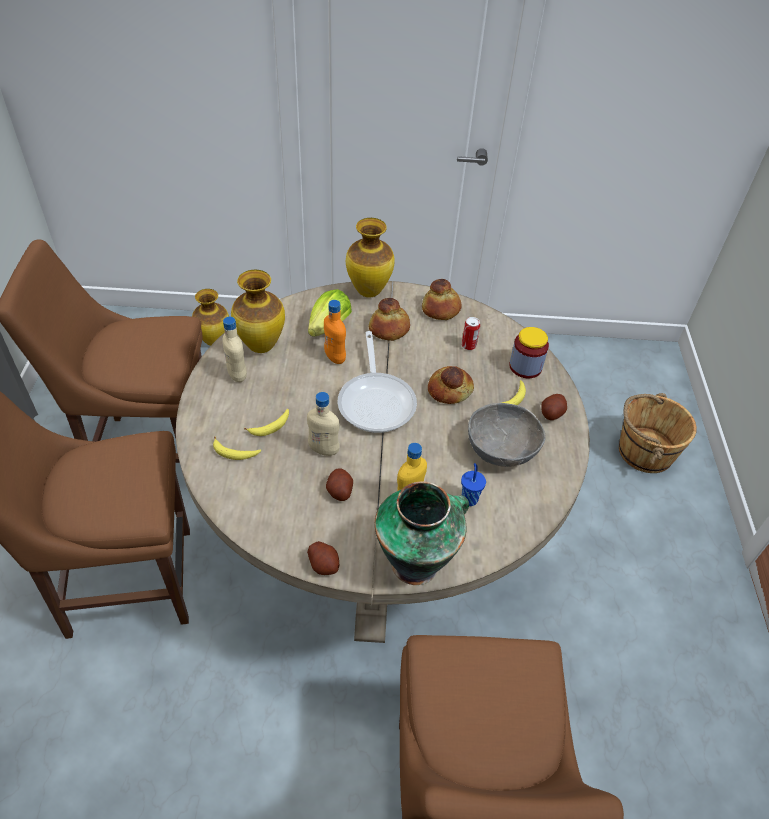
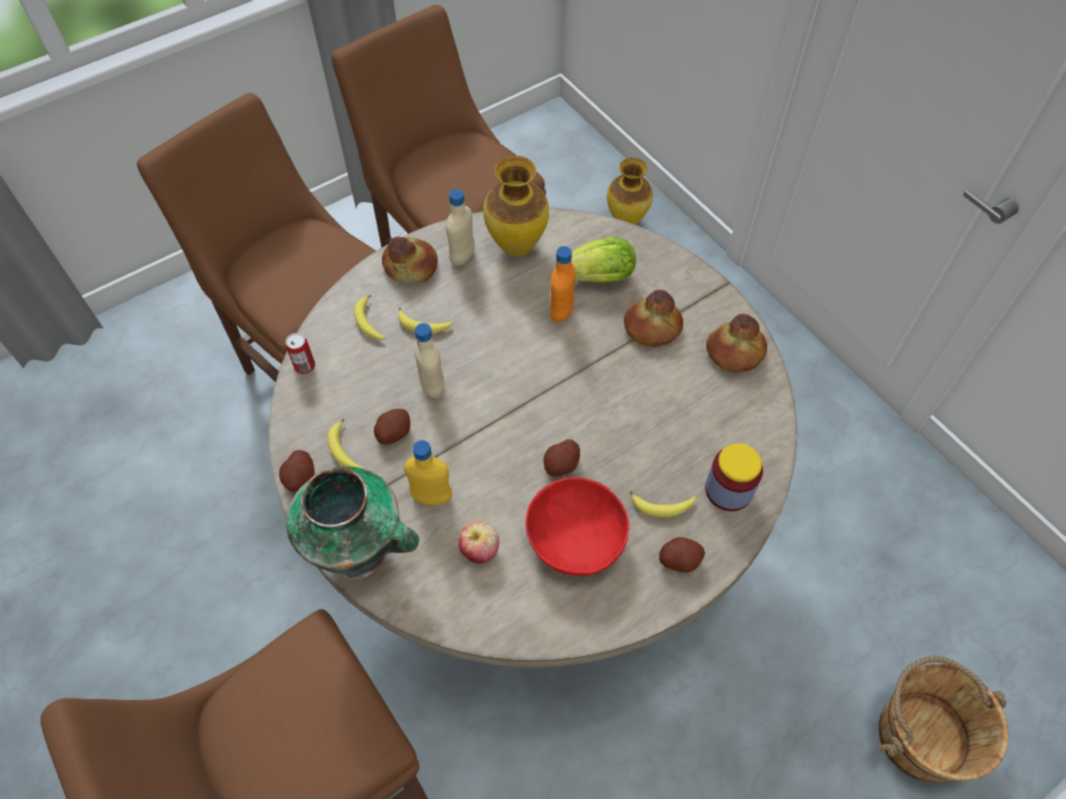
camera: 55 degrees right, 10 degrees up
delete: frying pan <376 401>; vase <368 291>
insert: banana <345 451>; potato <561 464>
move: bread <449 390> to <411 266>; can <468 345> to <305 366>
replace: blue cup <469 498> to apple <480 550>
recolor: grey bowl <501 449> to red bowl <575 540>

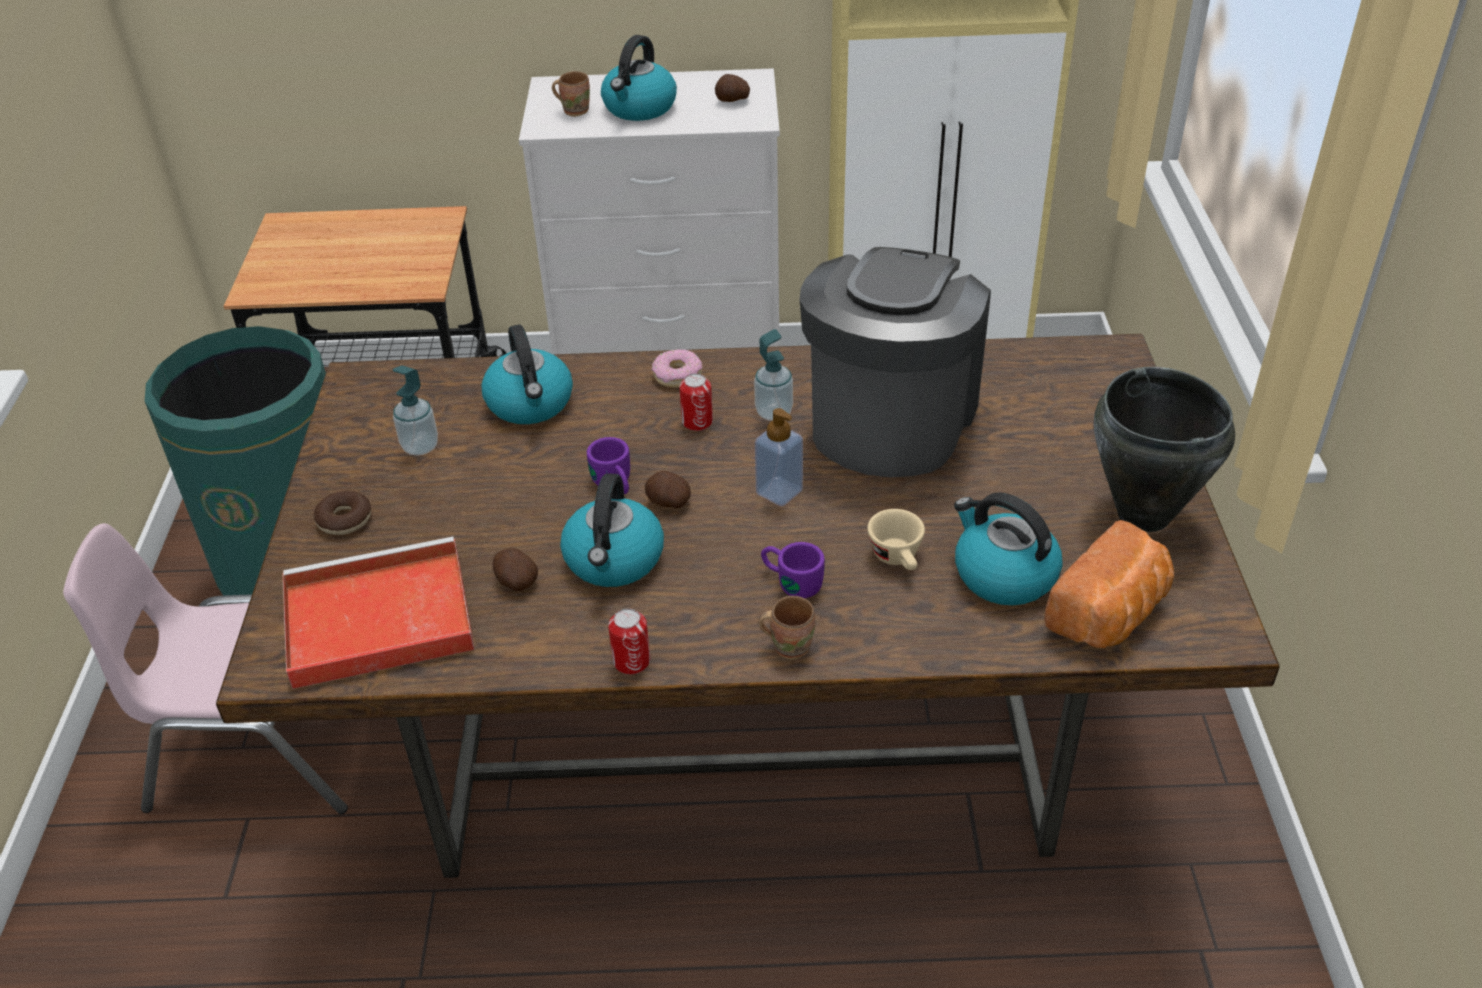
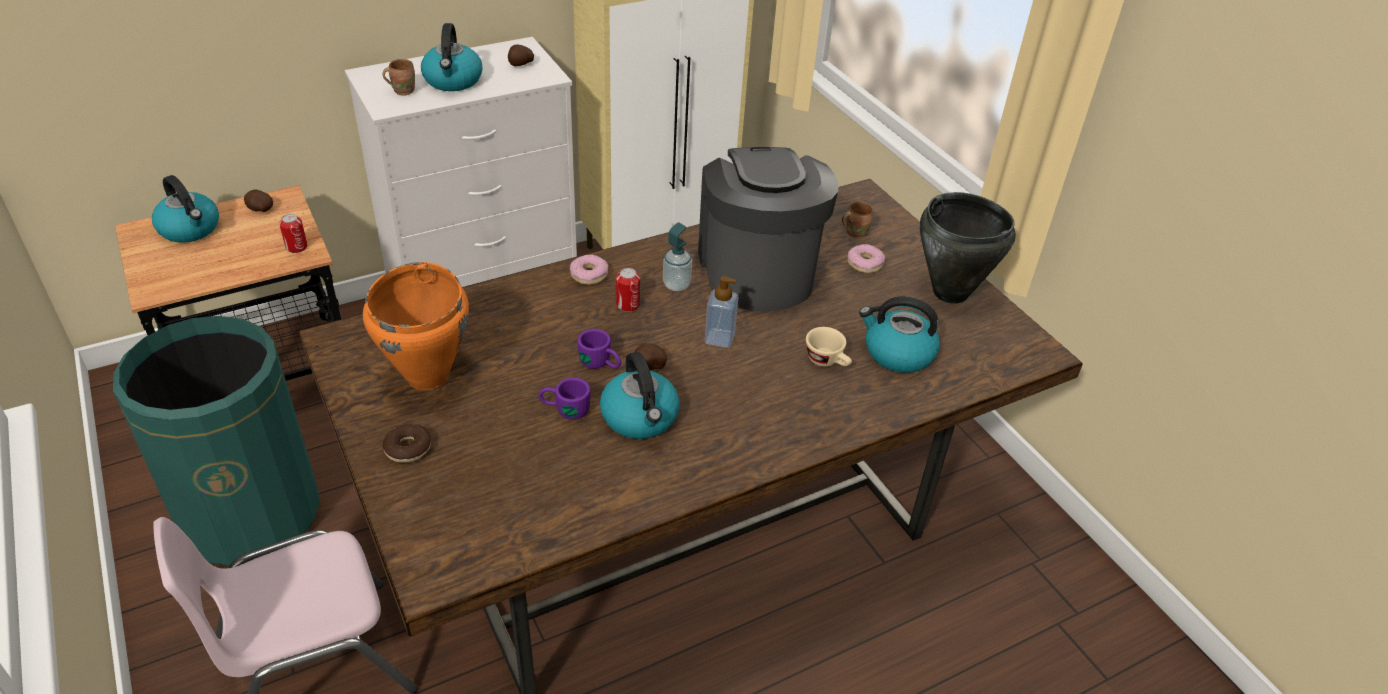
camera: 30 degrees left, 0 degrees up
delete: red tray <374 620>; bread <1110 615>
insert: donut <865 264>
move: kettle <531 404> to <190 229>; potato <515 582> to <260 210>; can <631 661> to <296 247>; brown mug <789 645> to <854 232>; purple mug <791 581> to <564 409>
replace: soap dispenser <420 446> to orange cooking pot <428 376>

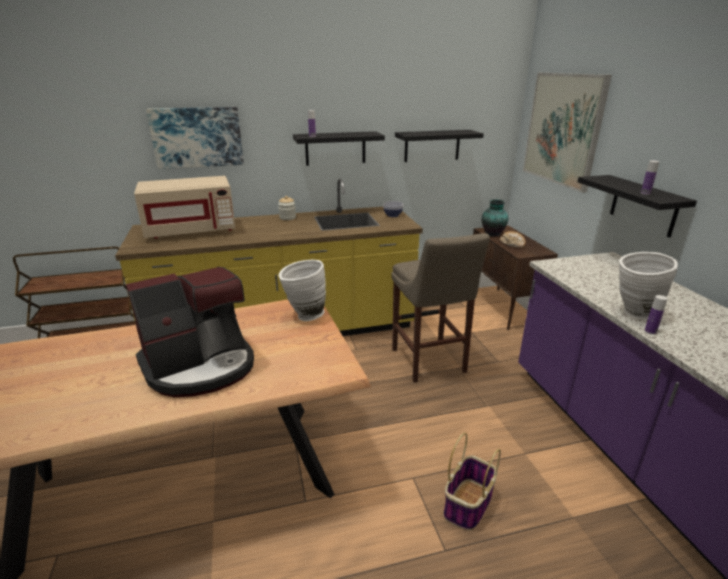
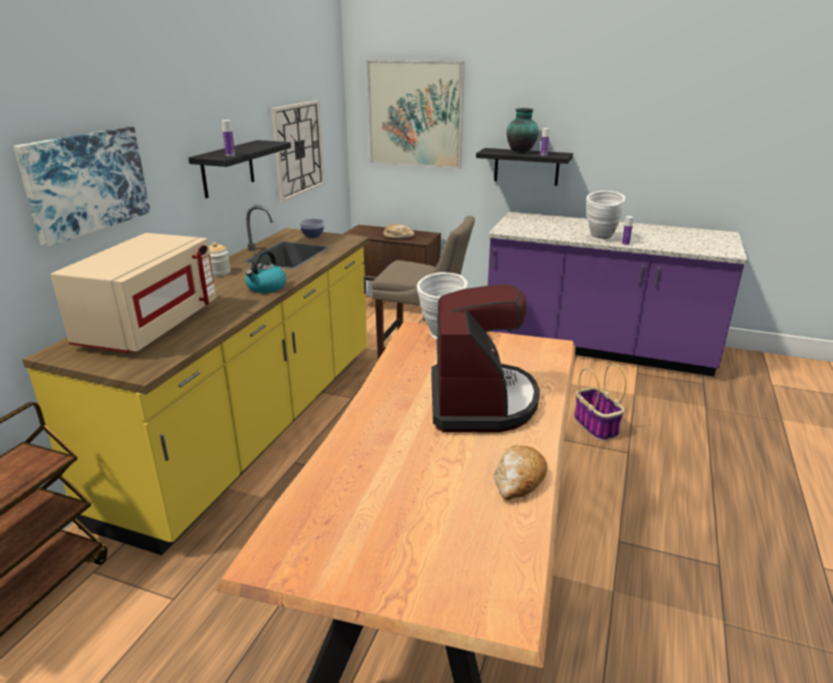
camera: 55 degrees left, 0 degrees up
insert: kettle <266 287>; bread <518 480>
move: vase <493 234> to <521 152>
replace: black shelf <432 146> to wall clock <298 149>

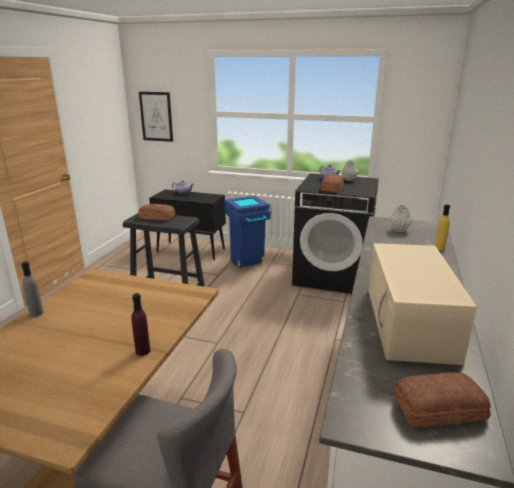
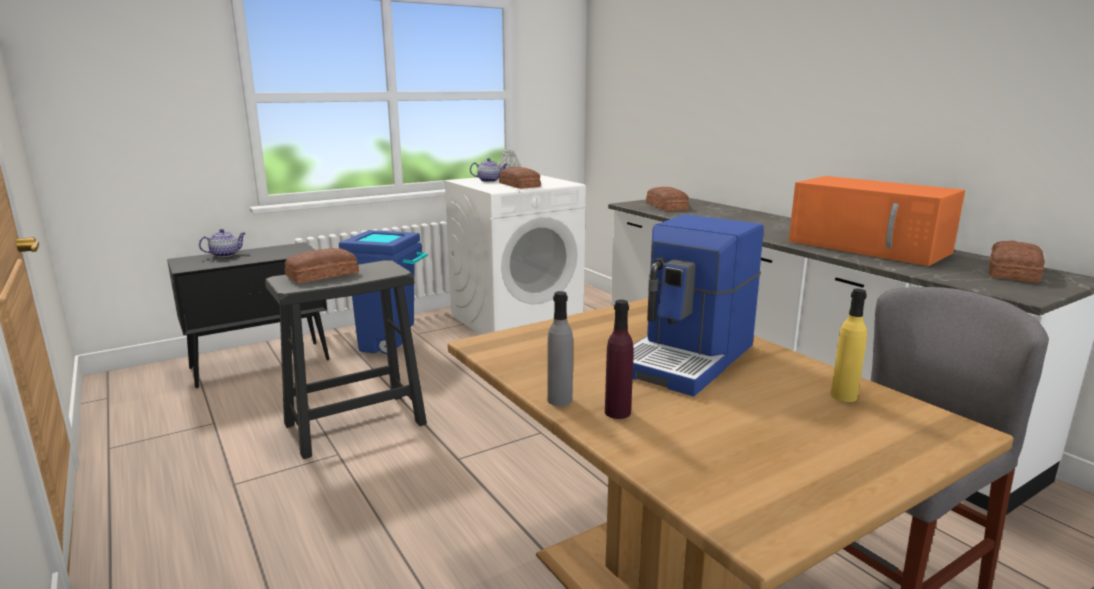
camera: 50 degrees left, 5 degrees down
delete: picture <156 116>
insert: coffee machine <688 358>
move: purple bottle <143 351> to <617 412>; yellow bottle <439 248> to <843 396>
replace: grey vase <399 230> to bread <667 206>
recolor: black washing machine <332 275> to white washing machine <516 319>; beige microwave <410 323> to orange microwave <870 247>

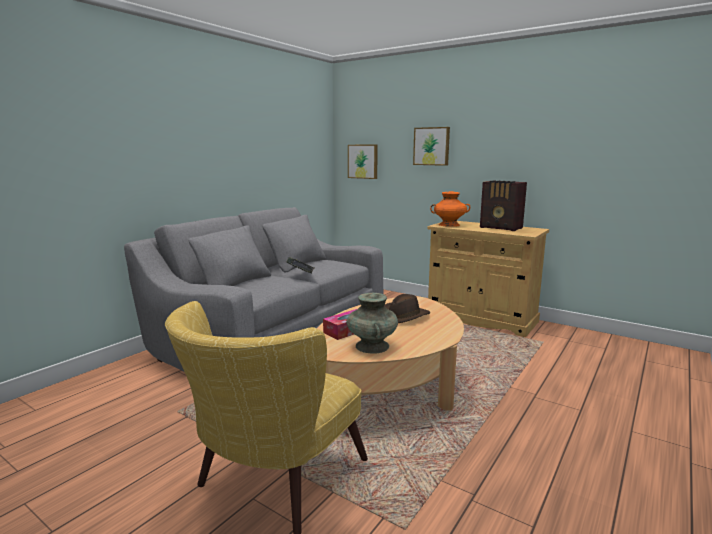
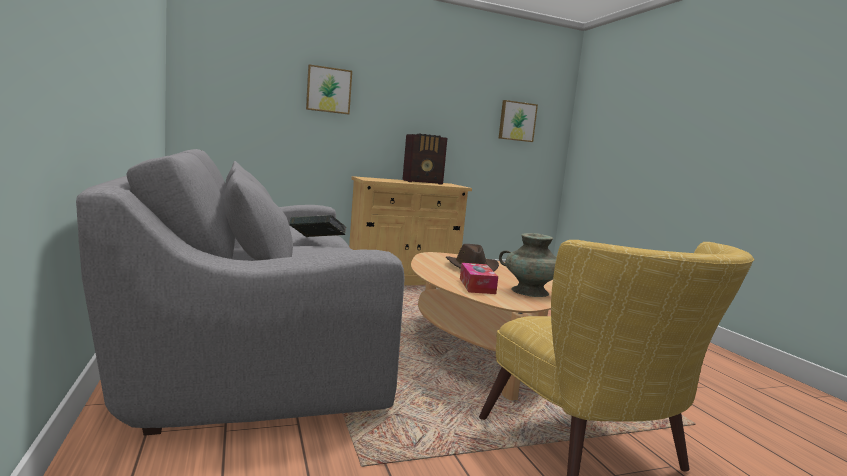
camera: 55 degrees left, 5 degrees down
delete: orange vase <449 225>
move: picture <363 161> to <517 121>

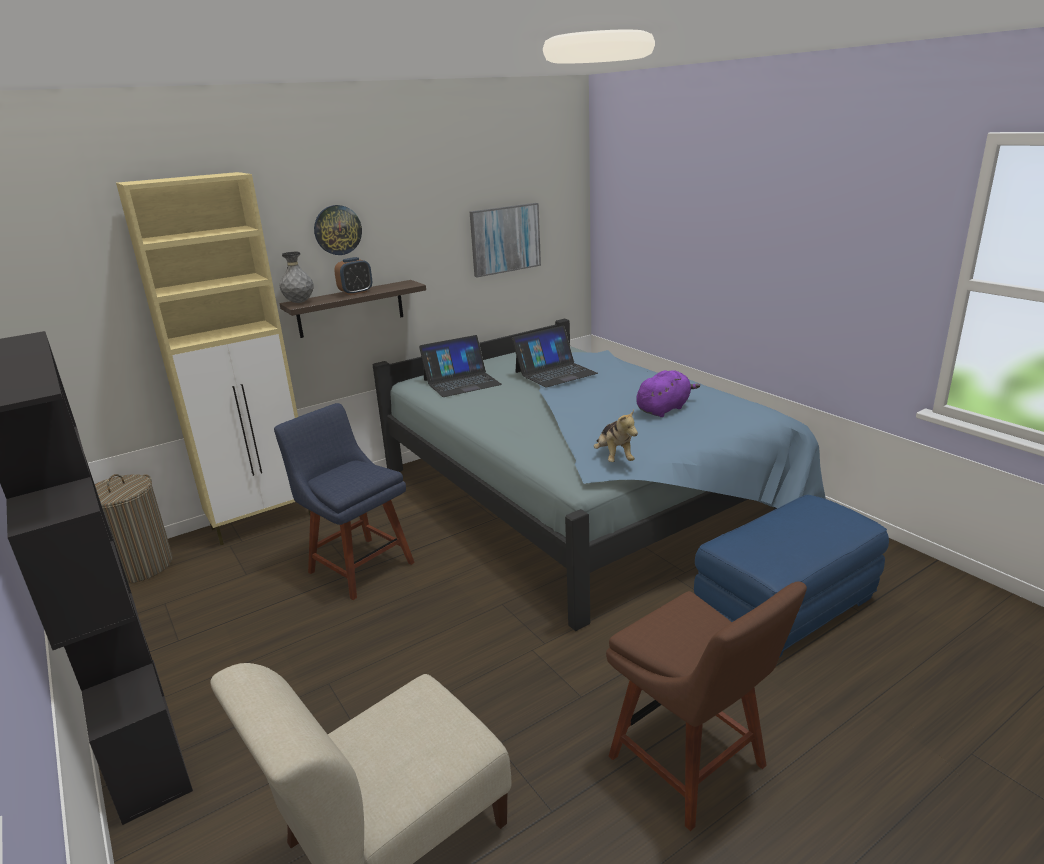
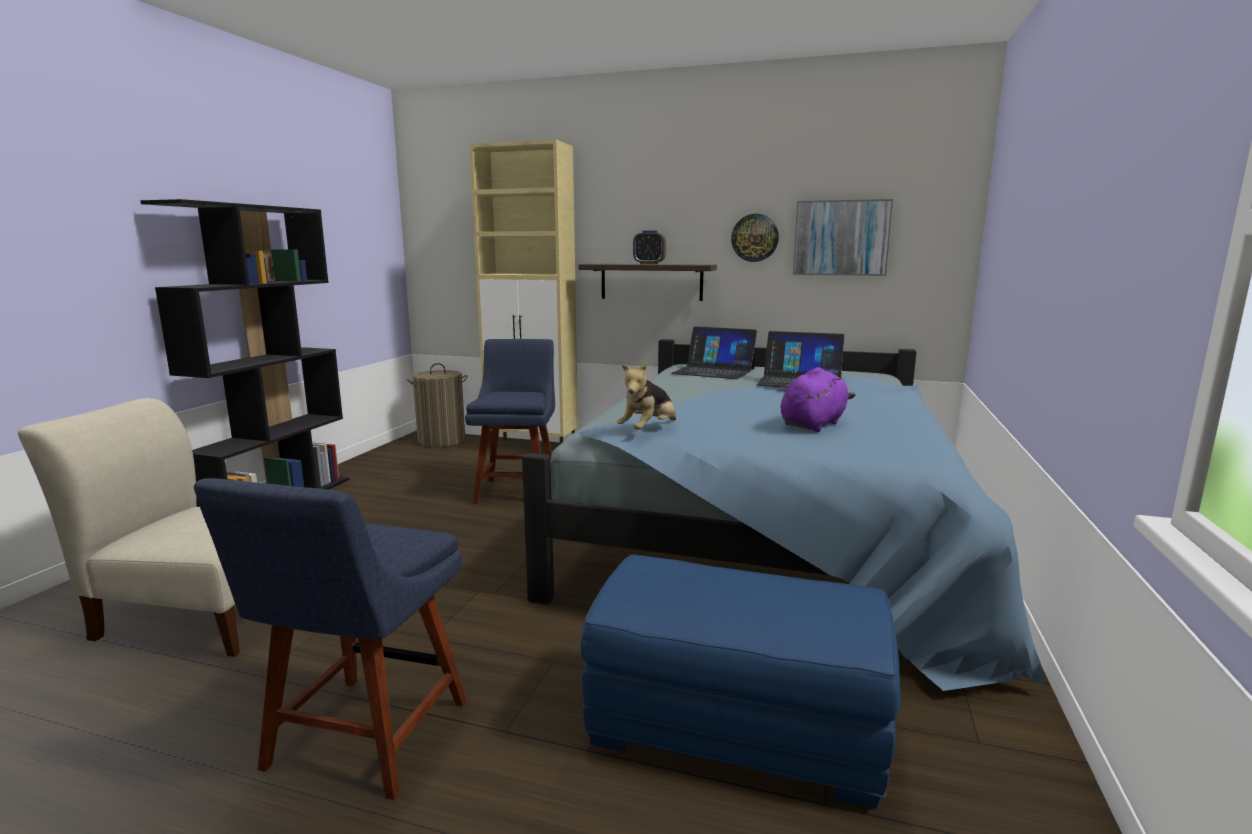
camera: 50 degrees right, 10 degrees down
delete: grey vase <299 302>
move: wall clock <337 230> to <755 238>
recolor: brown chair <692 766> to blue chair <362 740>
rotate: purple plush toy <664 409> = <814 424> 60 degrees counterclockwise

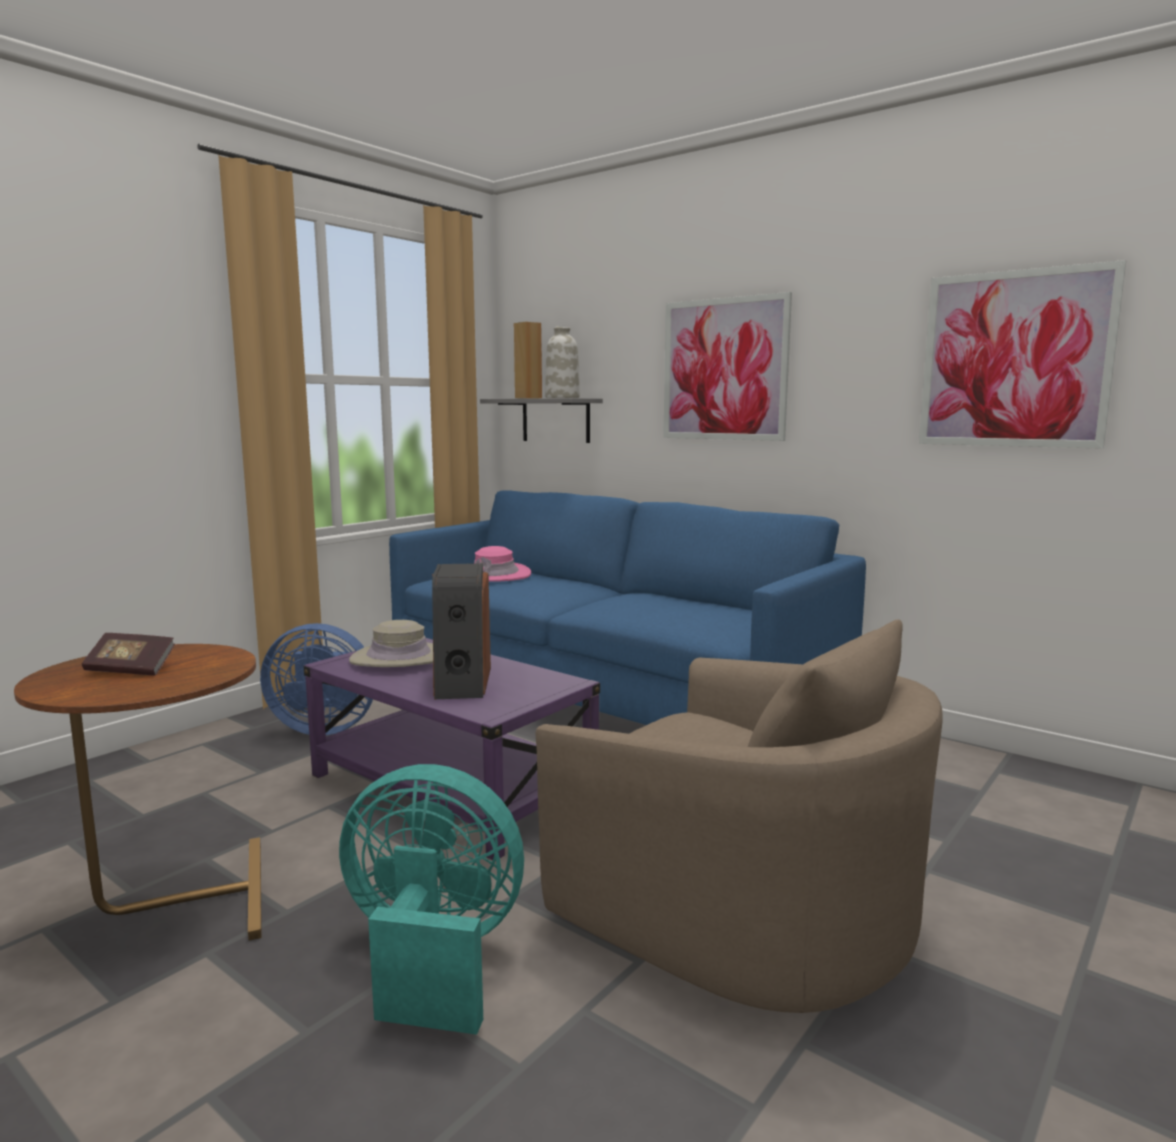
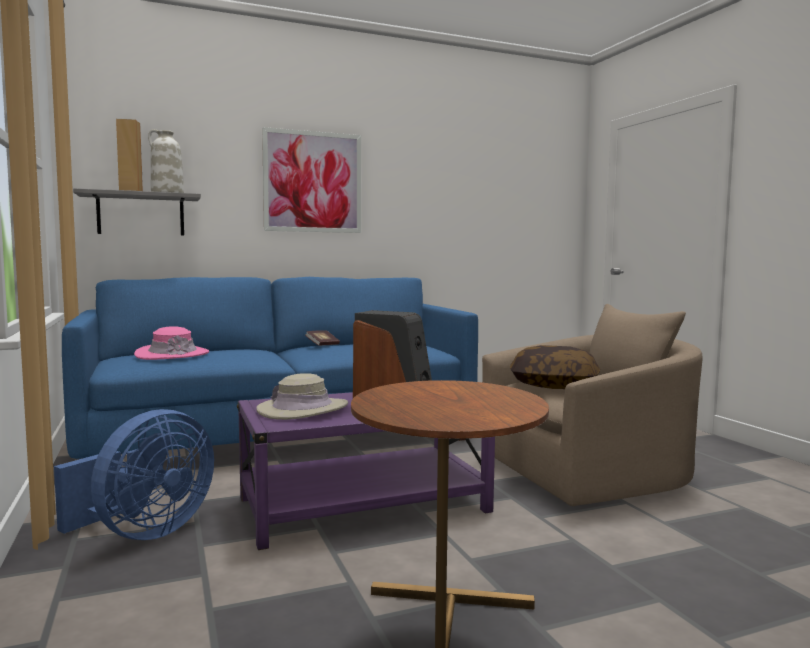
camera: 60 degrees left, 5 degrees down
delete: turquoise fan <432 958>; picture <1014 359>
insert: pillow <553 385>
move: book <131 669> to <322 345>

